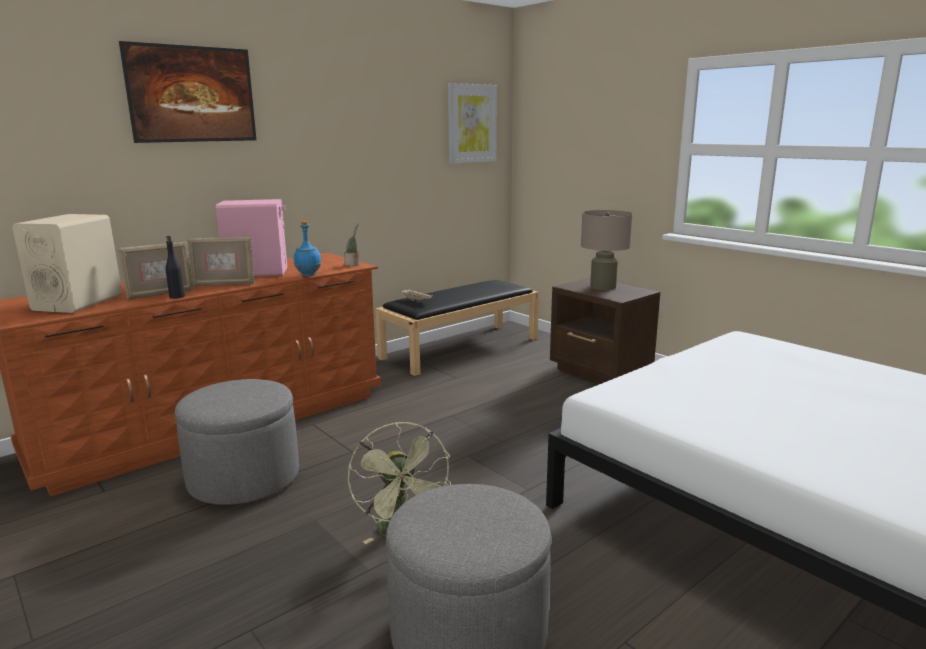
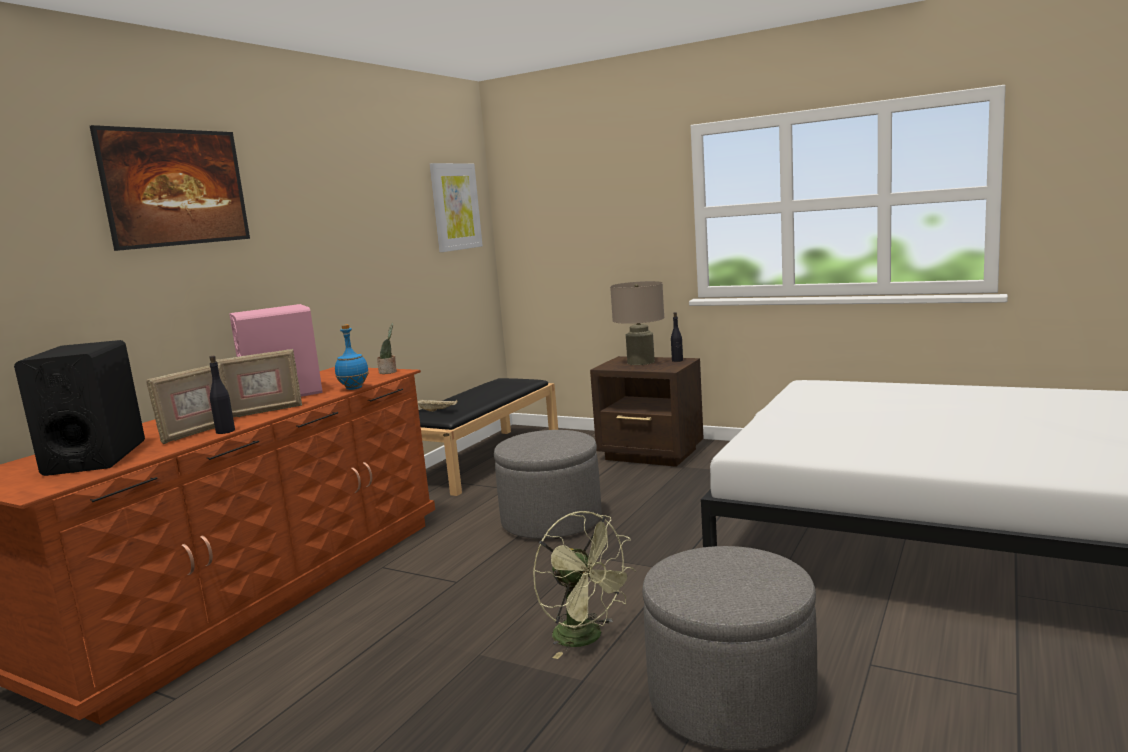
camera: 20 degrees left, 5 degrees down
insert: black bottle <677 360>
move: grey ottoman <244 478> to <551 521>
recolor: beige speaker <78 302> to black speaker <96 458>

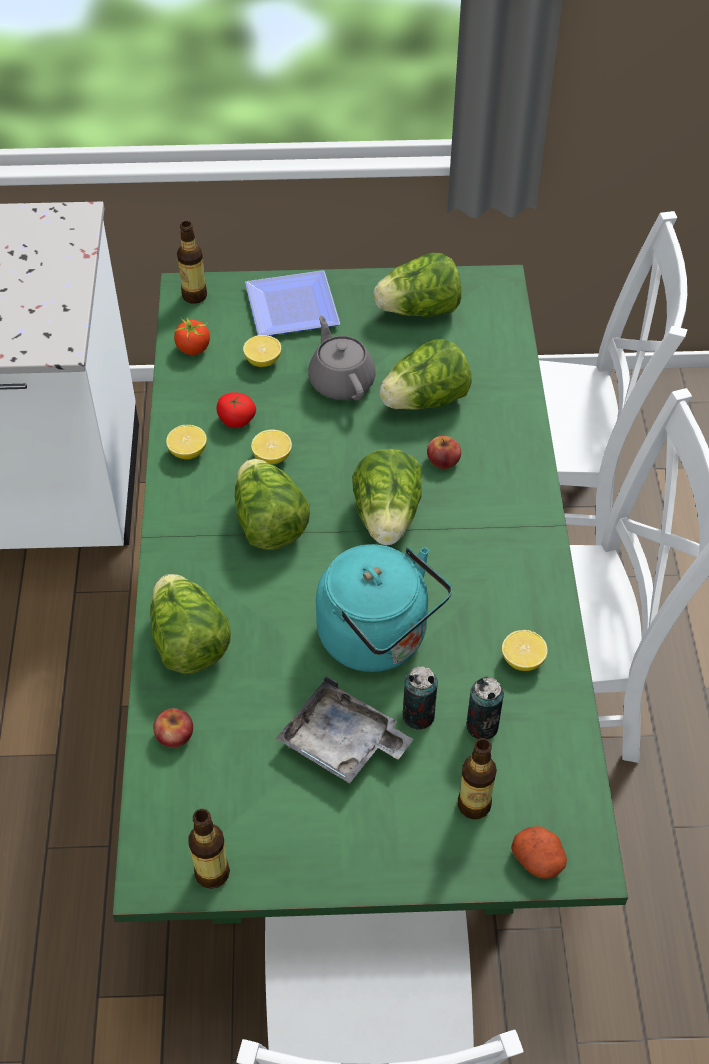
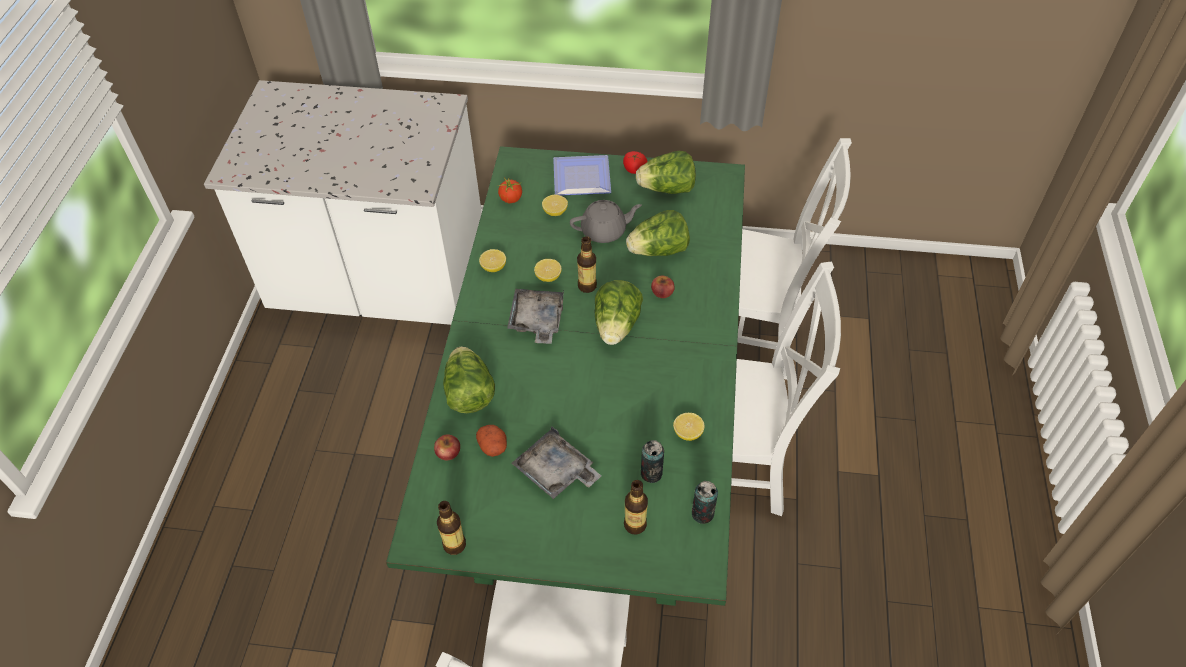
camera: 10 degrees right, 0 degrees up
delete: turquoise kettle <379 639>
move: bottle <194 296> to <587 286>; tomato <236 421> to <634 170>; can <418 716> to <702 514>; potato <539 860> to <493 446>
replace: lettuce <268 523> to grey tray <537 321>
rotate: grey teapot <341 381> = <604 231> 90 degrees clockwise

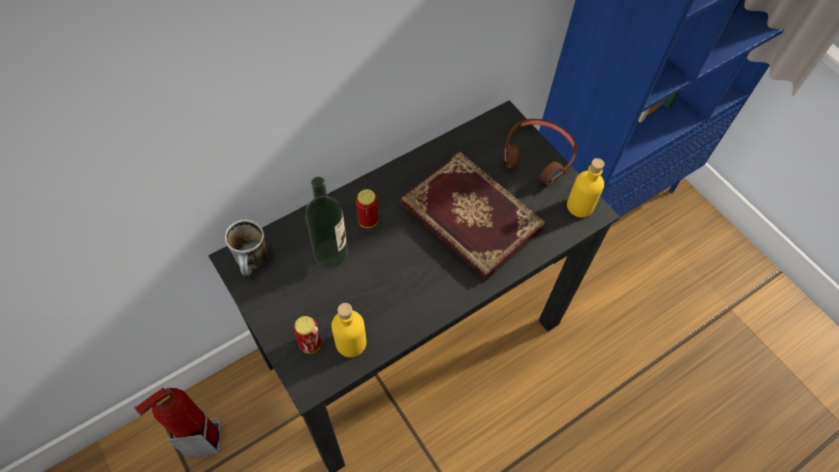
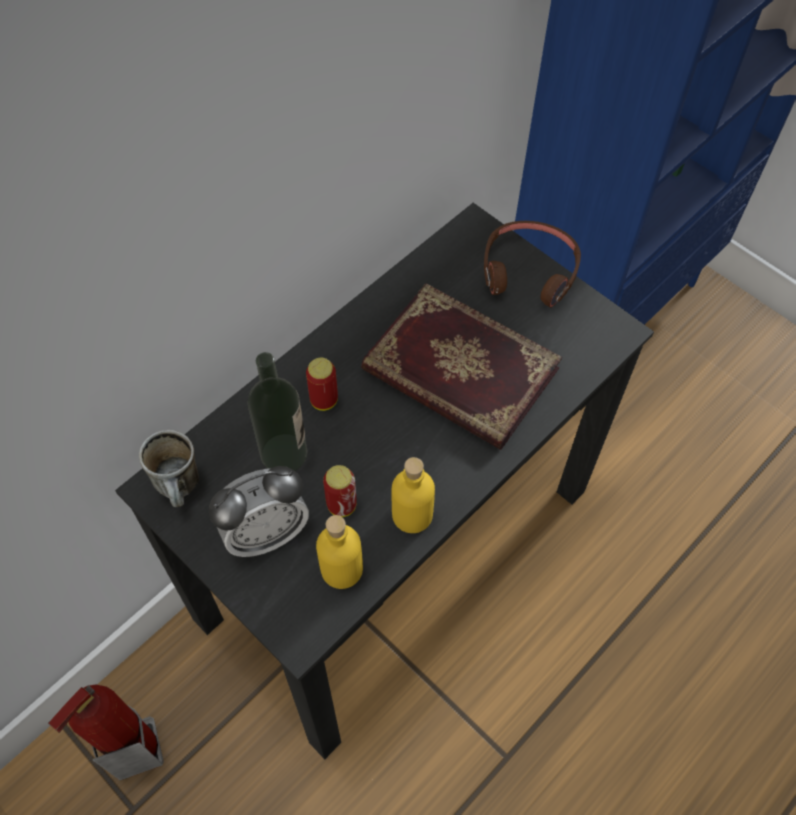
camera: 10 degrees left, 0 degrees up
insert: alarm clock <265 532>
move: can <310 344> to <341 505>; yellow bottle <580 206> to <412 515>

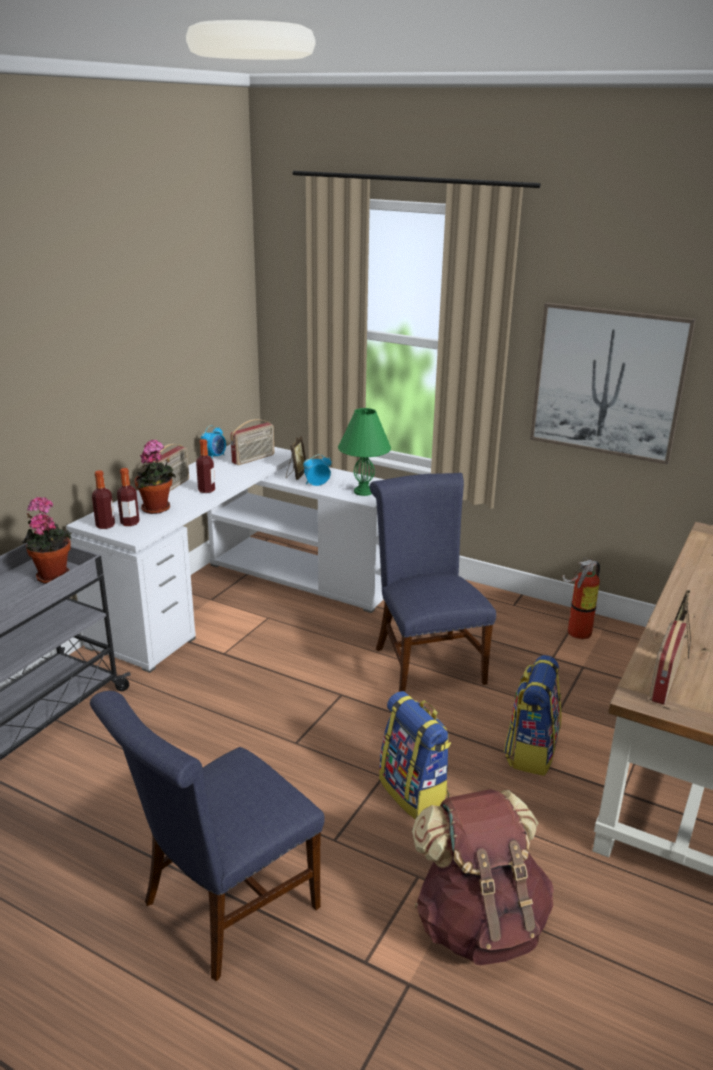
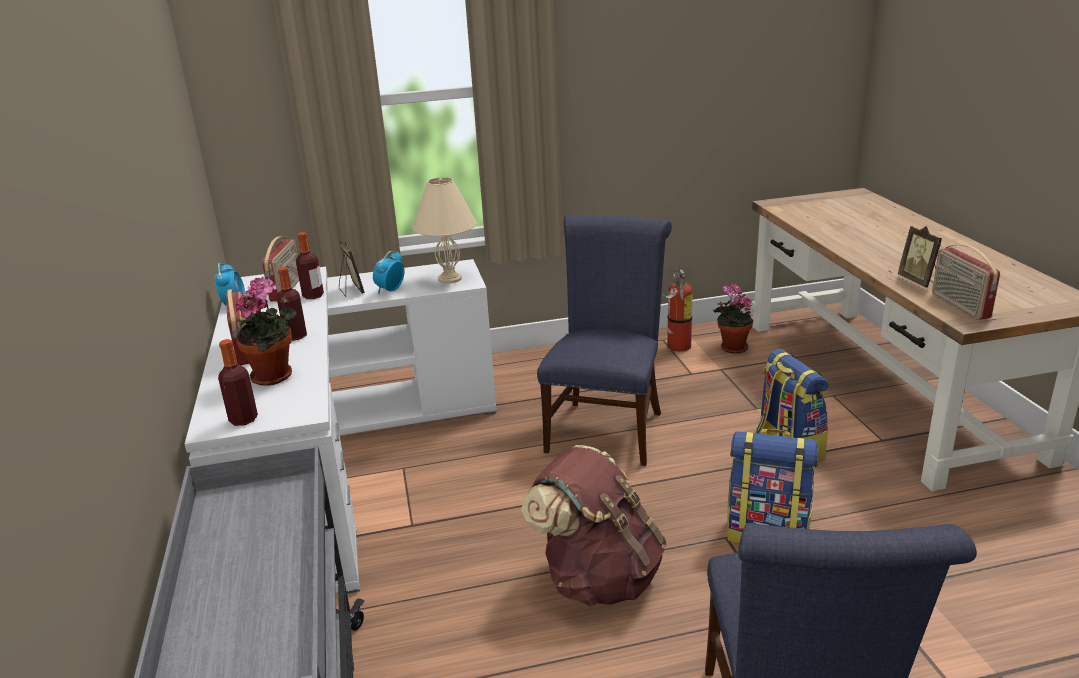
camera: 40 degrees left, 0 degrees up
delete: picture <608 382>
move: potted plant <52 575> to <731 348>; bottle <130 523> to <313 296>; brown backpack <479 923> to <598 577>
recolor: green table lamp <364 492> to beige table lamp <450 278>
rotate: blue chair <425 661> = <607 427> 75 degrees clockwise

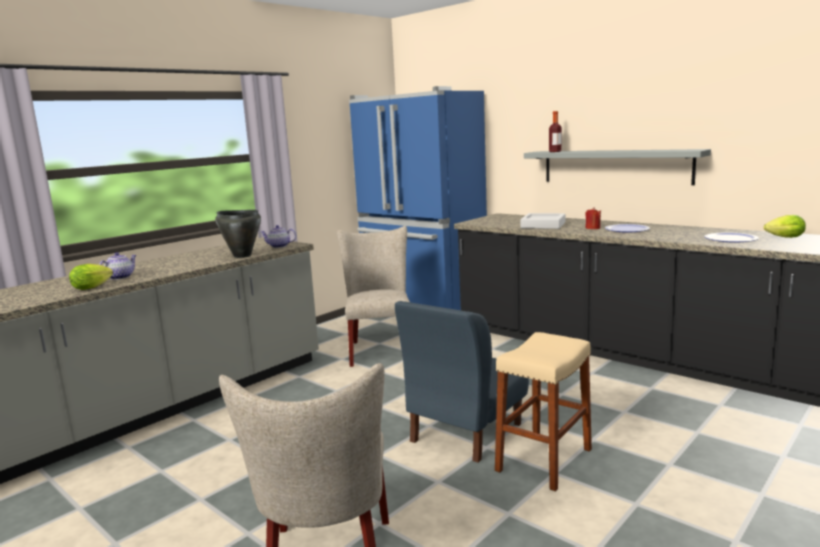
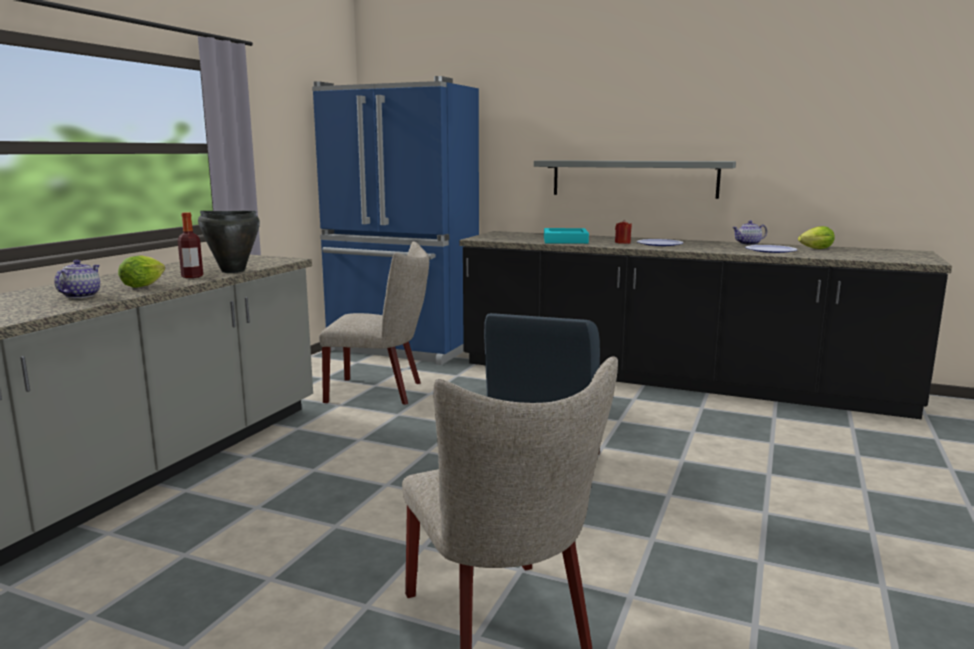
camera: 20 degrees left, 0 degrees up
delete: beige stool <544 460>
move: lettuce <94 287> to <145 285>; teapot <279 246> to <748 244>; bottle <555 151> to <192 277>
recolor: grey tray <543 225> to turquoise tray <565 240>
rotate: beige chair <380 349> = <381 392> 120 degrees clockwise

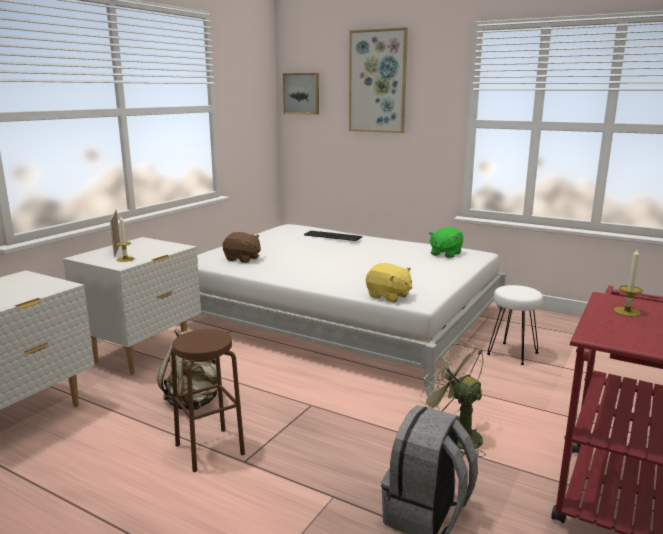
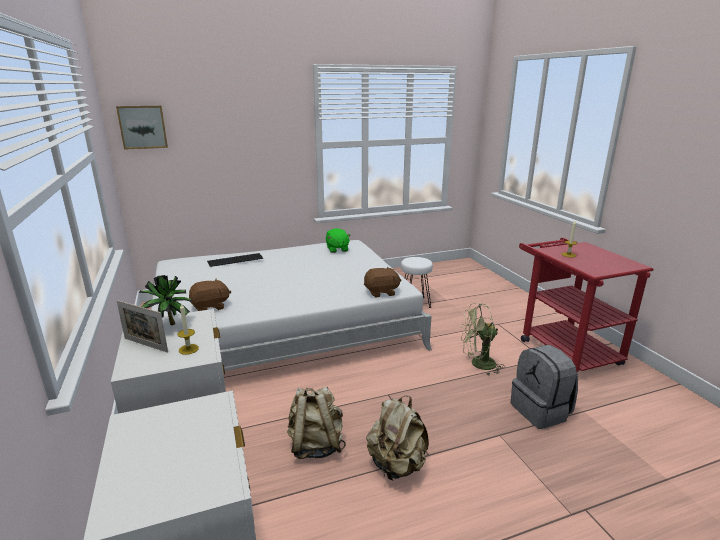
camera: 50 degrees left, 5 degrees up
delete: picture <378 81>
insert: potted plant <168 325>
replace: brown stool <210 449> to beige backpack <396 465>
recolor: yellow plush toy <388 296> to brown plush toy <381 292>

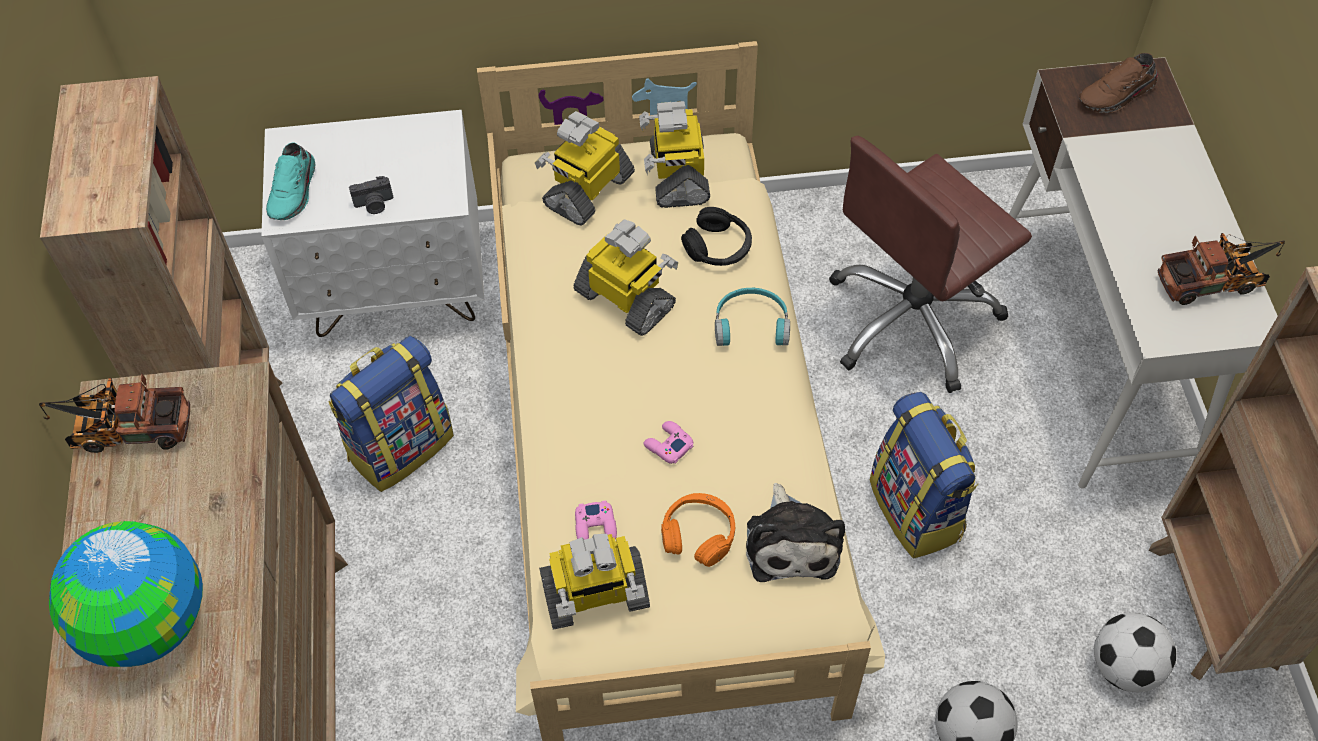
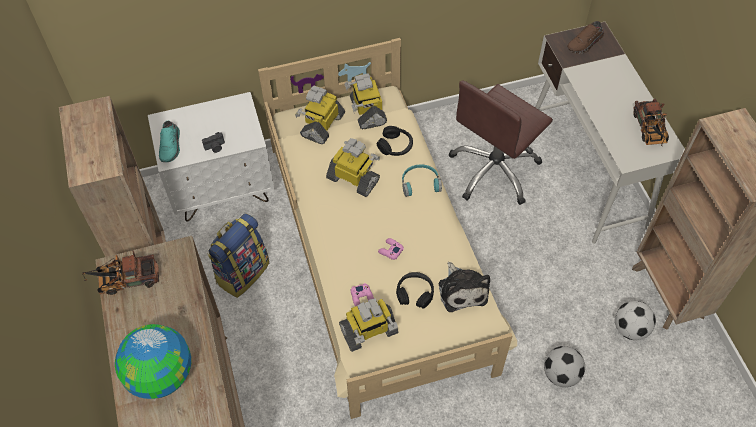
camera: 10 degrees left, 0 degrees up
delete: backpack <917 510>
recolor: orange headphones <698 534> to black headphones <415 293>
rotate: toy truck <1215 281> = <649 131> 105 degrees clockwise

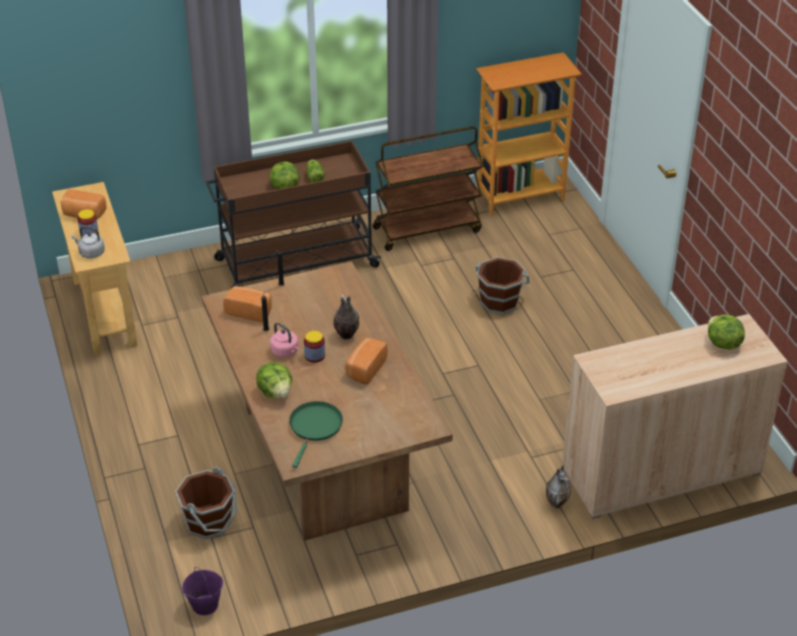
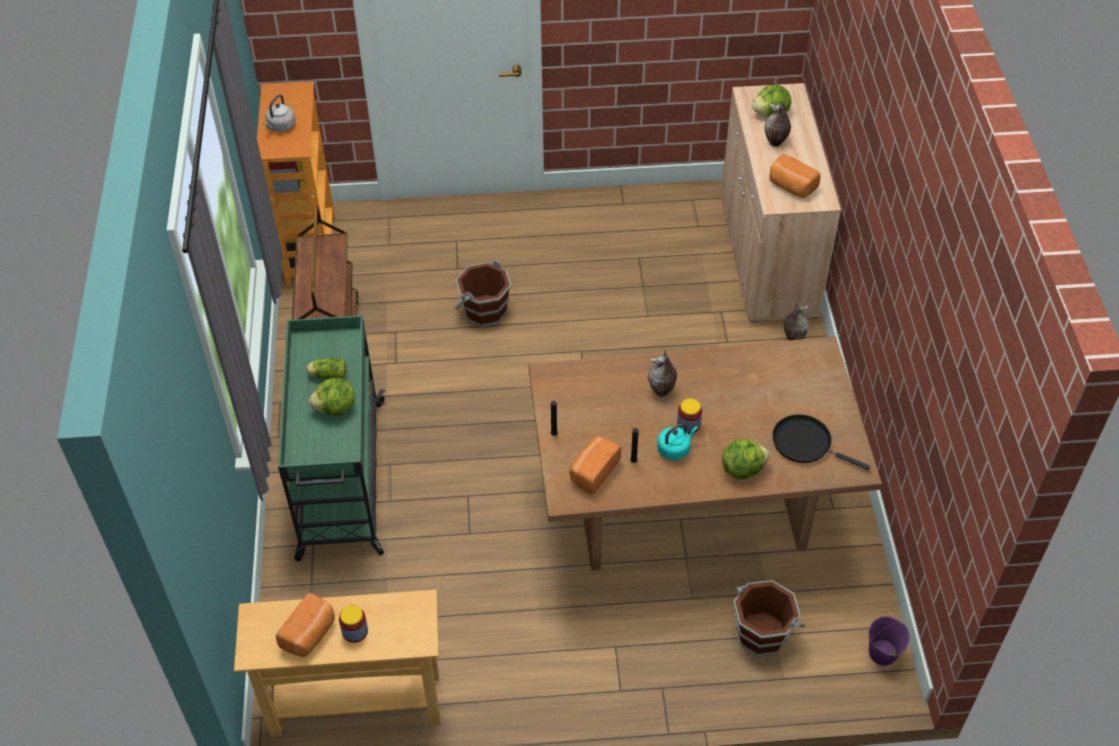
camera: 75 degrees left, 10 degrees up
insert: vase <775 143>
move: grey kettle <90 253> to <280 127>; bread <365 369> to <791 186>
recolor: brown cart <294 263> to green cart <341 480>; pink kettle <286 351> to turquoise kettle <675 449>; green frying pan <315 427> to black frying pan <805 443>

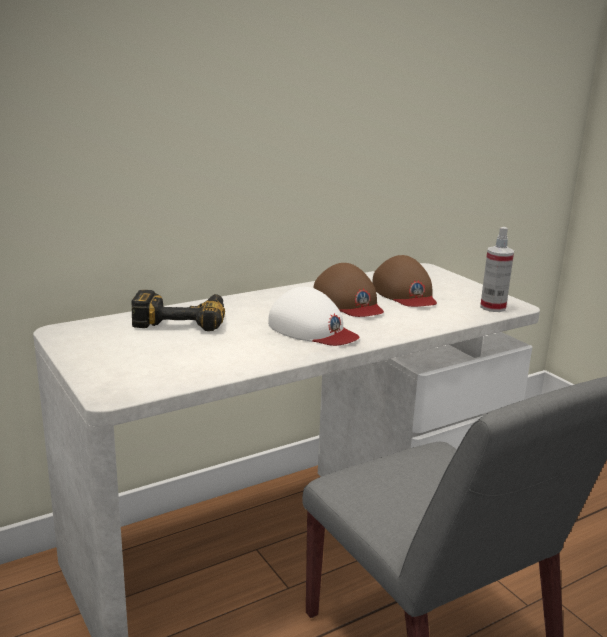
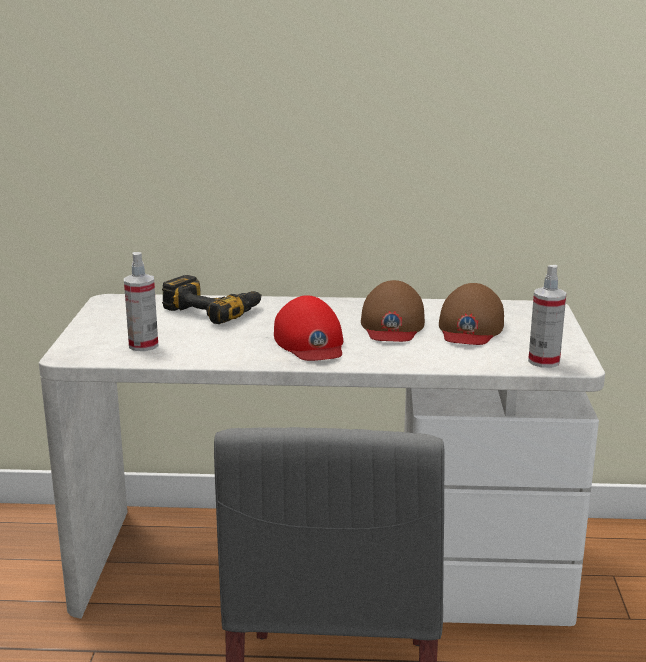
camera: 35 degrees right, 0 degrees up
insert: spray bottle <143 345>
recolor: white cap <312 329> to red cap <310 342>

